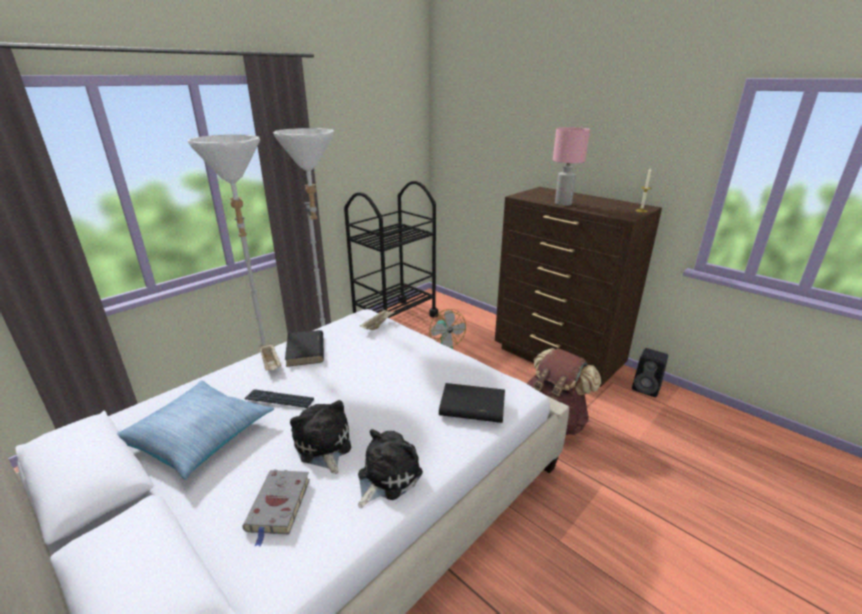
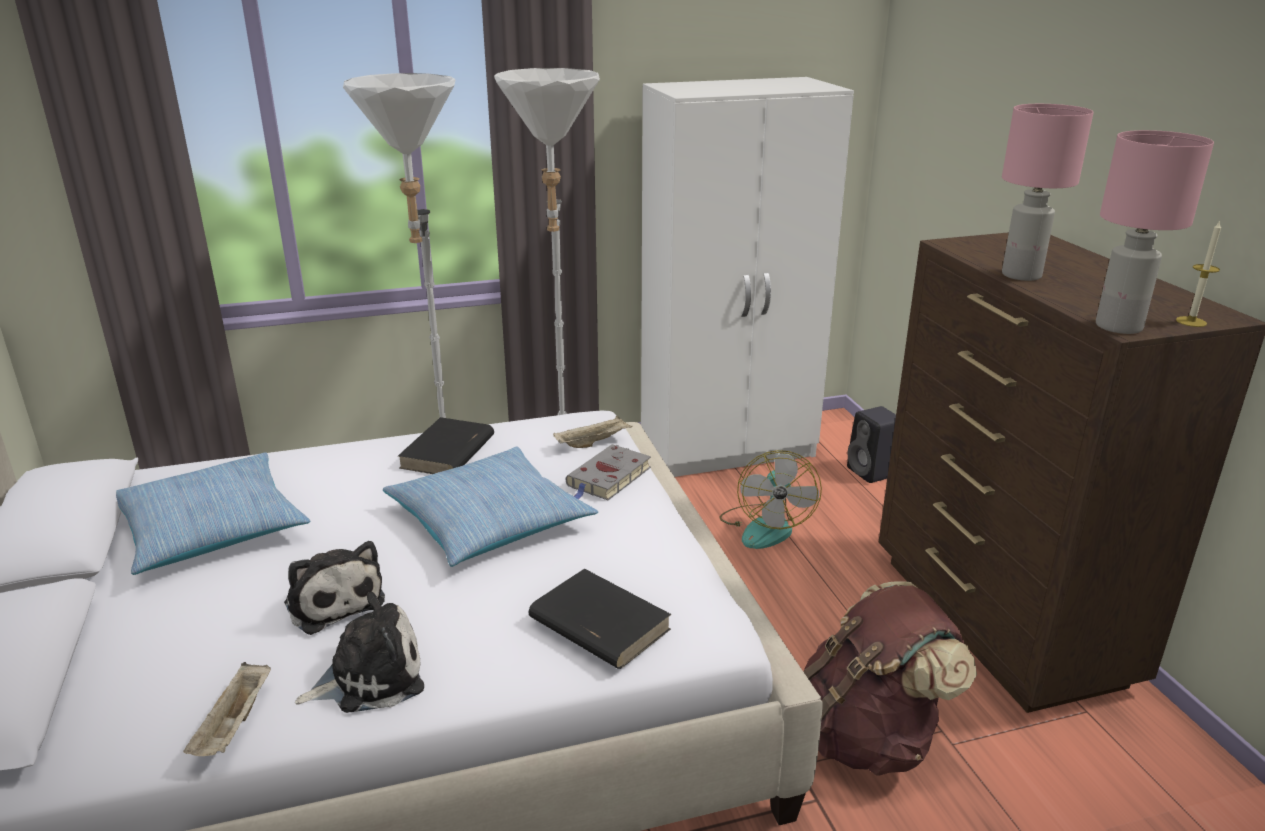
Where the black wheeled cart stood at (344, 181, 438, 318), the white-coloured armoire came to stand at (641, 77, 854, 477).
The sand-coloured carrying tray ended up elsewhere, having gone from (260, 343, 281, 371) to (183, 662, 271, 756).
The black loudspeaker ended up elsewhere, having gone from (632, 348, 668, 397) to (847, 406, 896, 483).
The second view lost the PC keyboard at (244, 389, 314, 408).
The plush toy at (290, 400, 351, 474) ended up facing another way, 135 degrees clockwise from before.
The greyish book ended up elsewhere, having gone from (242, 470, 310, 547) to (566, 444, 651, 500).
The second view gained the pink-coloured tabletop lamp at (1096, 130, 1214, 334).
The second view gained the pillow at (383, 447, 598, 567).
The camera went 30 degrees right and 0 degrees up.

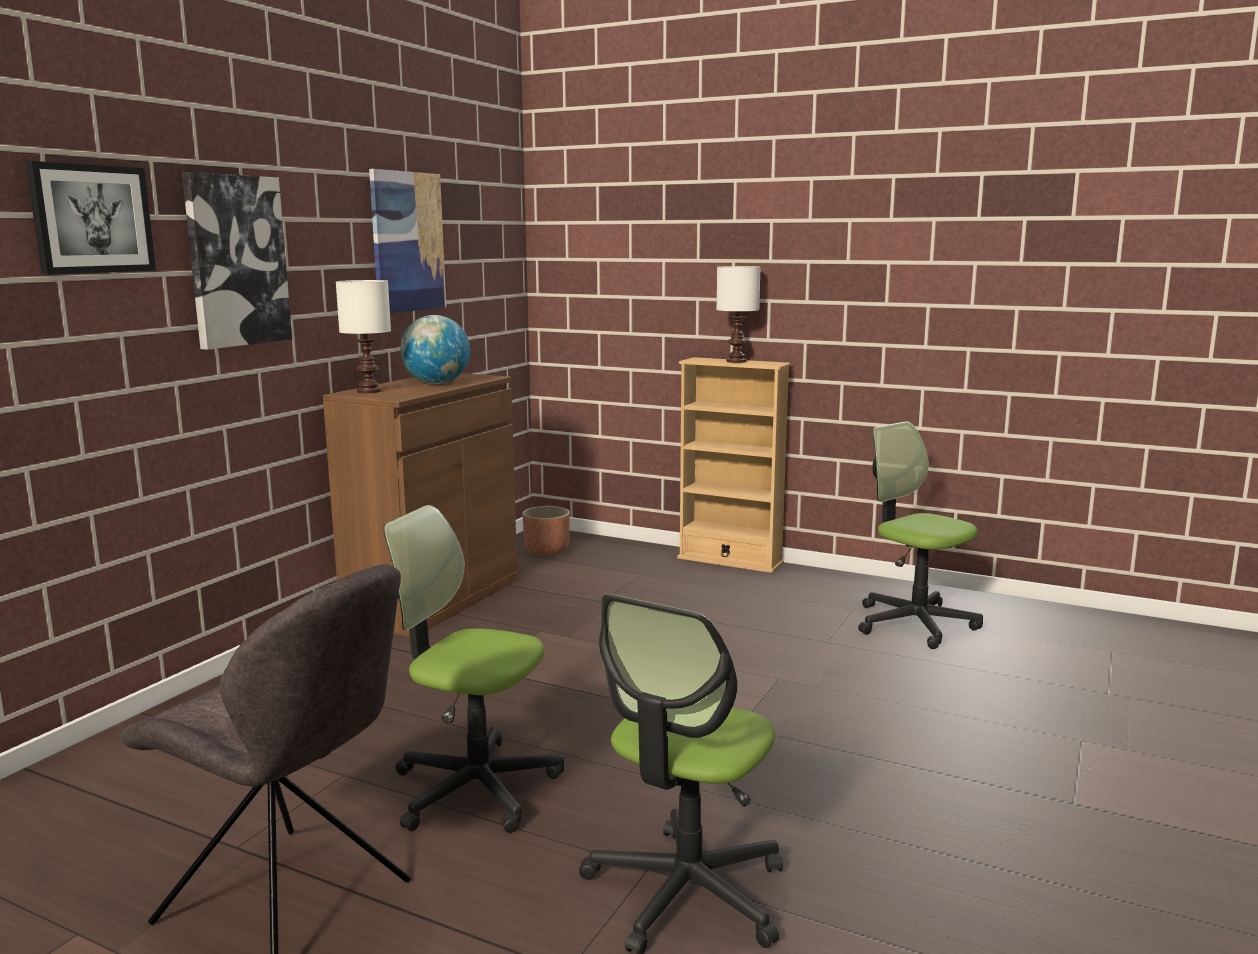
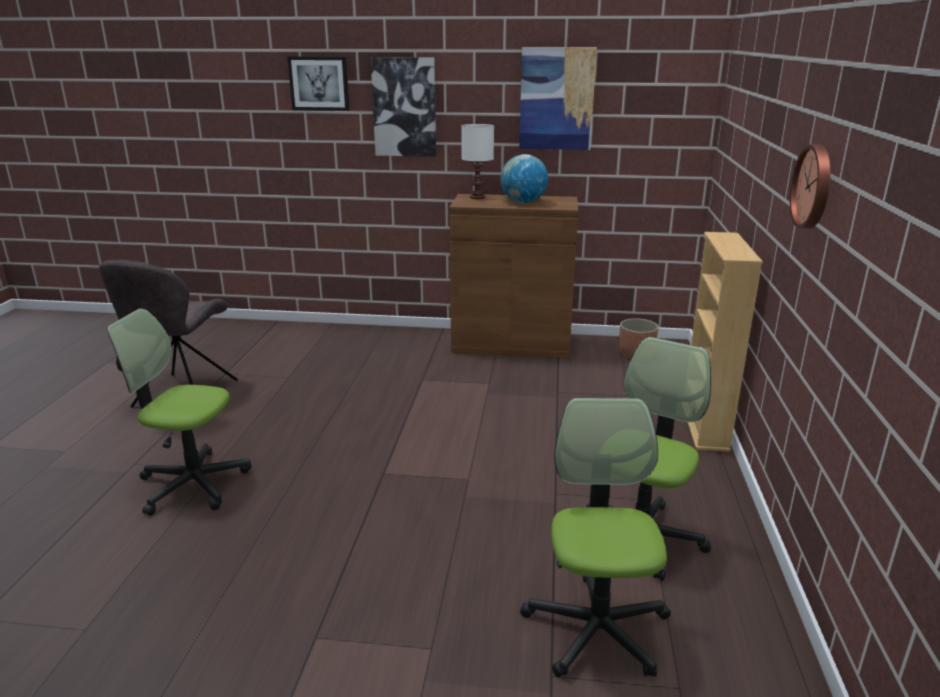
The second view lost the white-coloured tabletop lamp at (716, 266, 760, 363).
The computer chair ended up elsewhere, having gone from (383, 505, 564, 833) to (520, 398, 671, 678).
The second view gained the clock on the wall at (790, 144, 831, 229).
The camera went 70 degrees right and 10 degrees up.

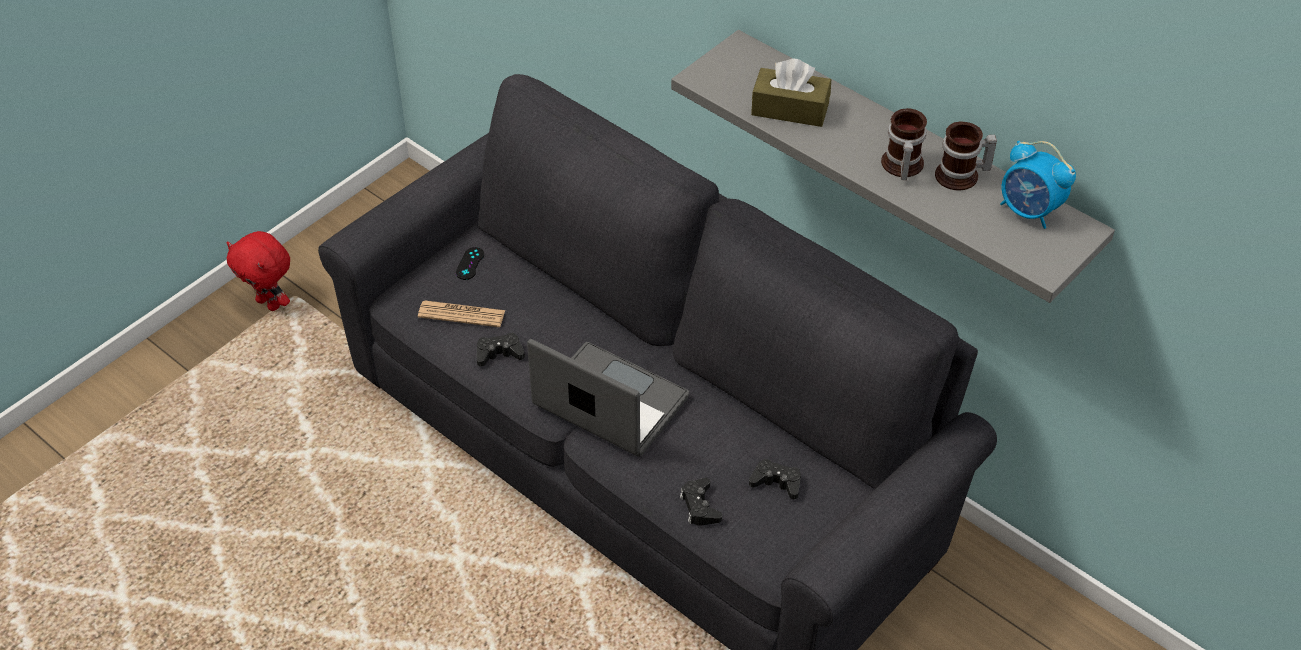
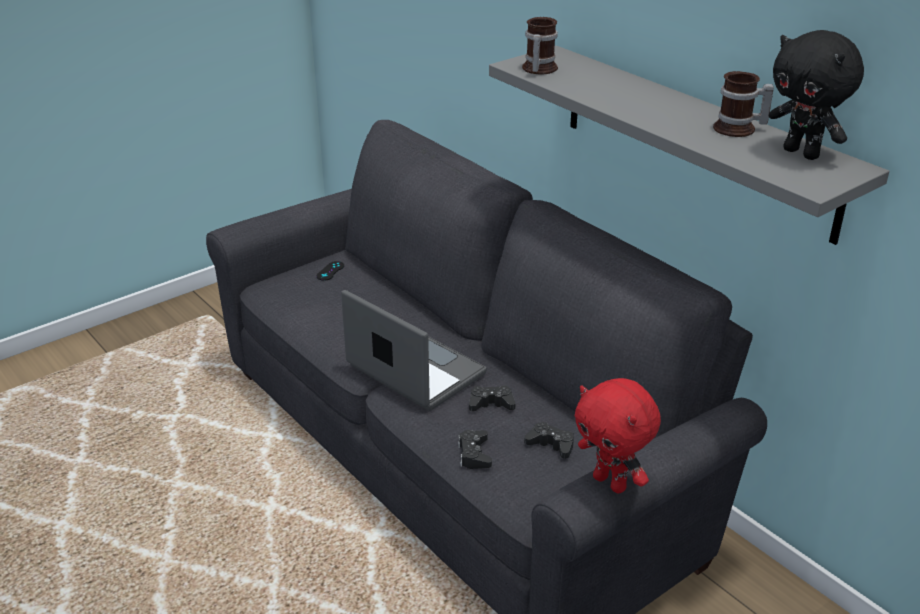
The second view lost the brown tissue box at (751, 59, 831, 127).
The tea mug ended up elsewhere, having gone from (881, 108, 927, 180) to (522, 17, 558, 74).
Where the bedside clock stood at (1000, 141, 1076, 229), the black plush toy came to stand at (769, 30, 864, 160).
The red-coloured plush toy ended up elsewhere, having gone from (226, 231, 290, 311) to (575, 378, 661, 494).
The second view lost the printed paper at (418, 300, 505, 327).
The black game controller ended up elsewhere, having gone from (477, 333, 525, 366) to (469, 386, 516, 411).
The camera went 10 degrees right and 15 degrees down.

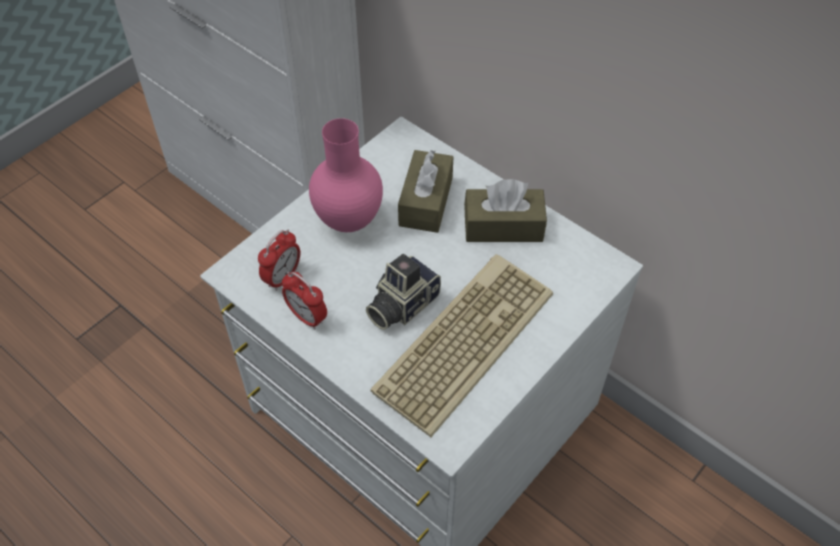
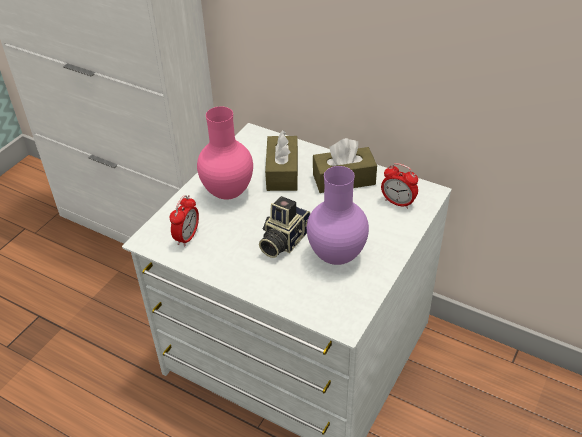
Where the PC keyboard stood at (370, 254, 553, 437), the purple-coloured flower vase came to stand at (307, 166, 369, 265).
The bedside clock ended up elsewhere, having gone from (282, 272, 327, 329) to (381, 163, 418, 209).
The camera went 10 degrees left and 10 degrees down.

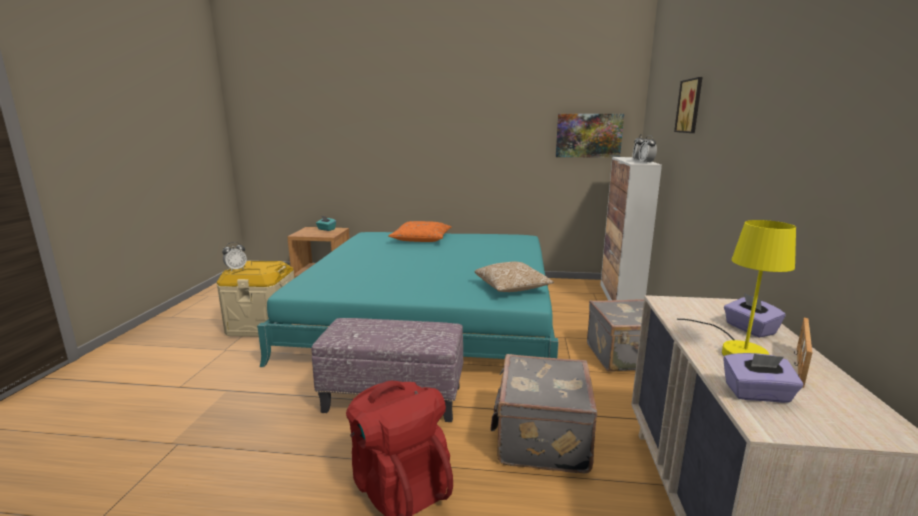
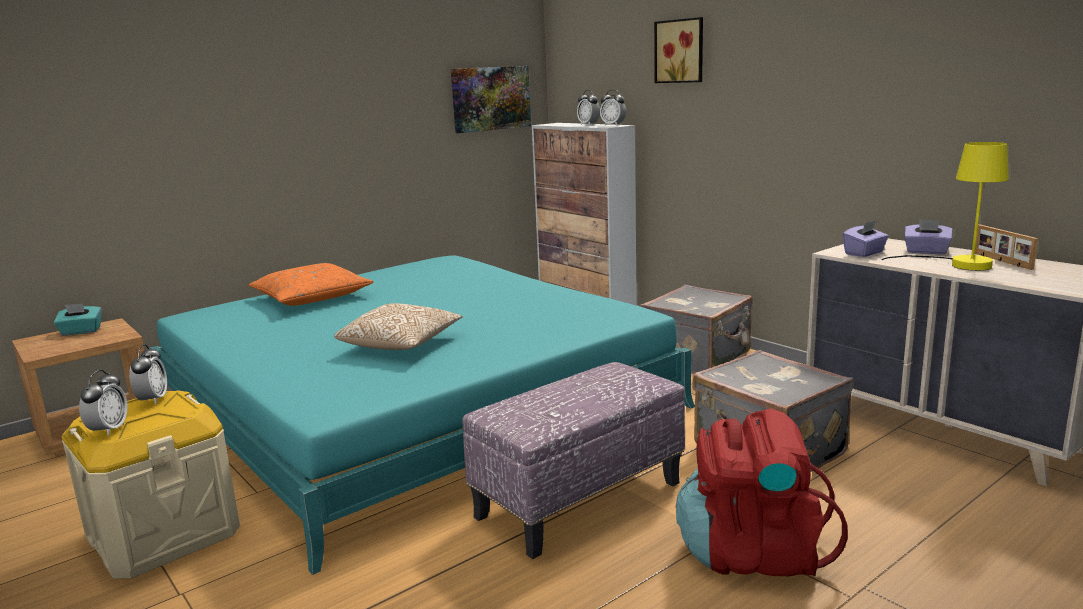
The pillow ended up elsewhere, having gone from (475, 262, 554, 292) to (334, 303, 462, 350).
The purple-coloured tissue box ended up elsewhere, having gone from (723, 353, 804, 403) to (843, 220, 889, 257).
The second view gained the bedside clock at (129, 344, 167, 404).
The camera went 45 degrees left and 0 degrees up.

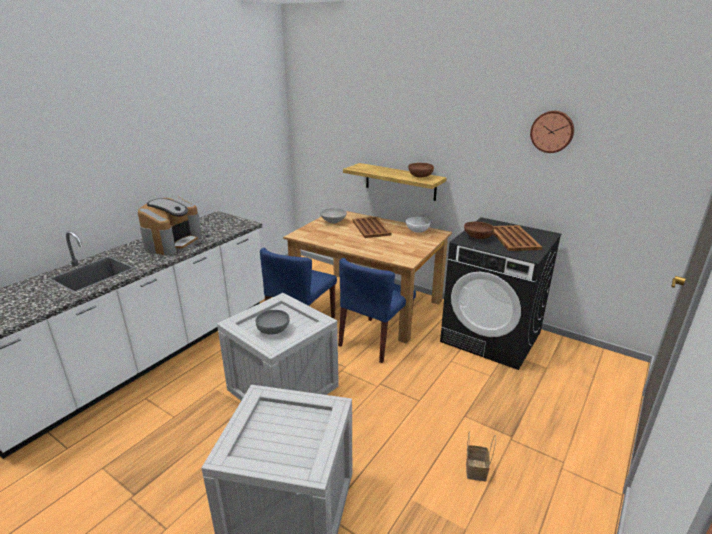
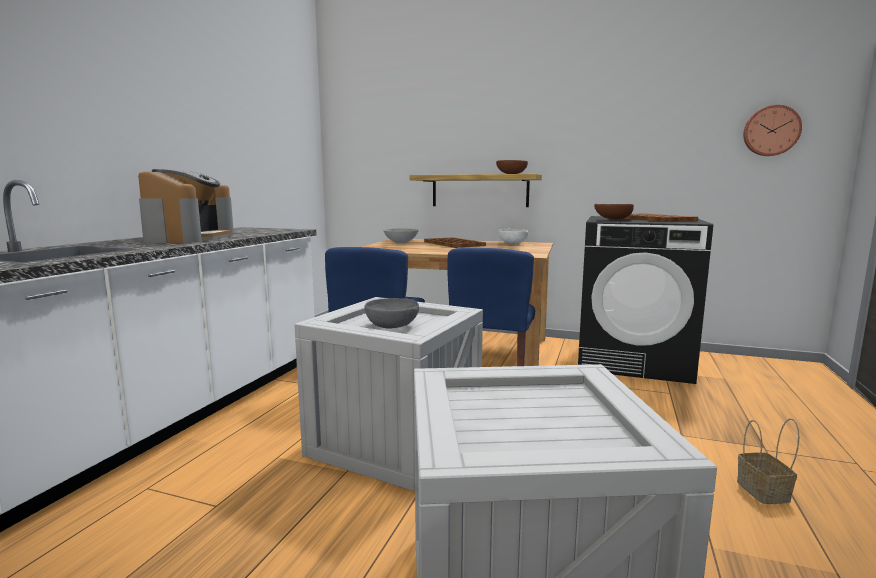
The clock on the wall ended up elsewhere, having gone from (530, 111, 574, 153) to (743, 105, 802, 156).
The camera went 15 degrees left and 15 degrees down.

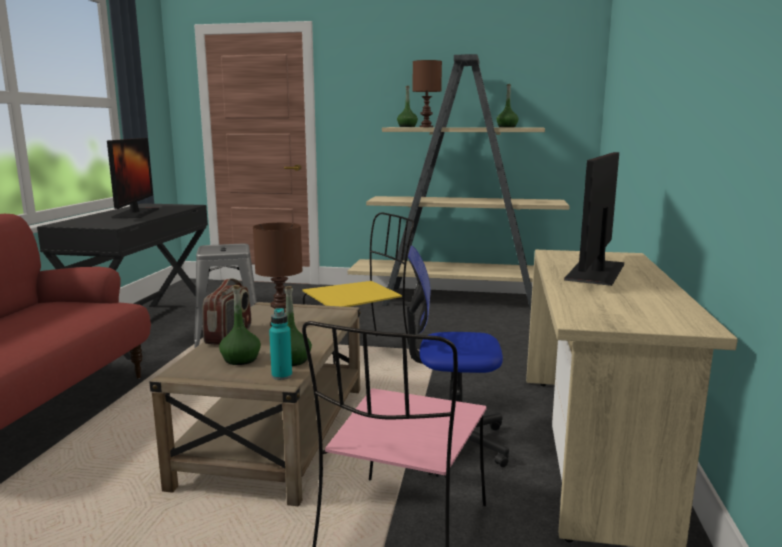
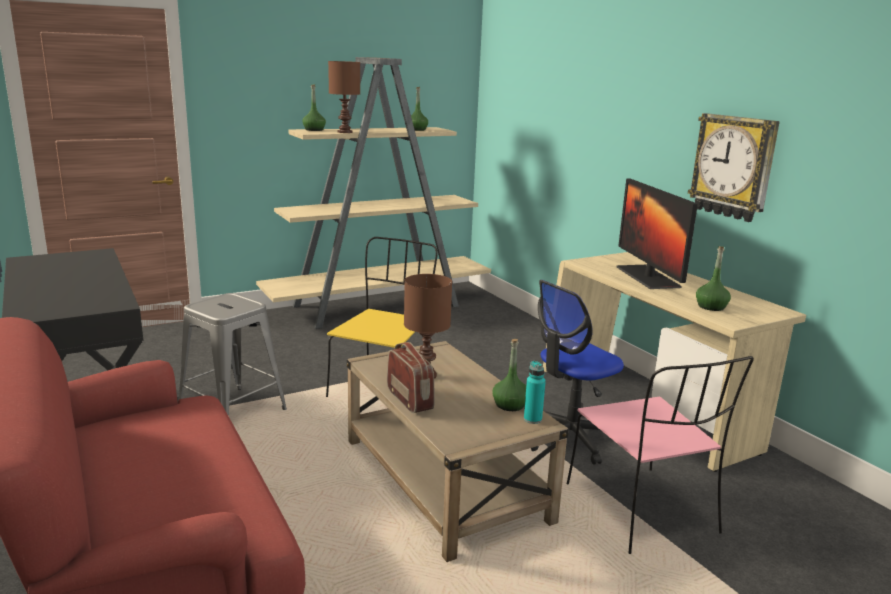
The second view lost the computer display at (107, 138, 159, 218).
The greenish bottle ended up elsewhere, having gone from (219, 285, 261, 365) to (696, 246, 731, 311).
The second view gained the clock on the wall at (688, 113, 780, 222).
The camera went 40 degrees left and 5 degrees up.

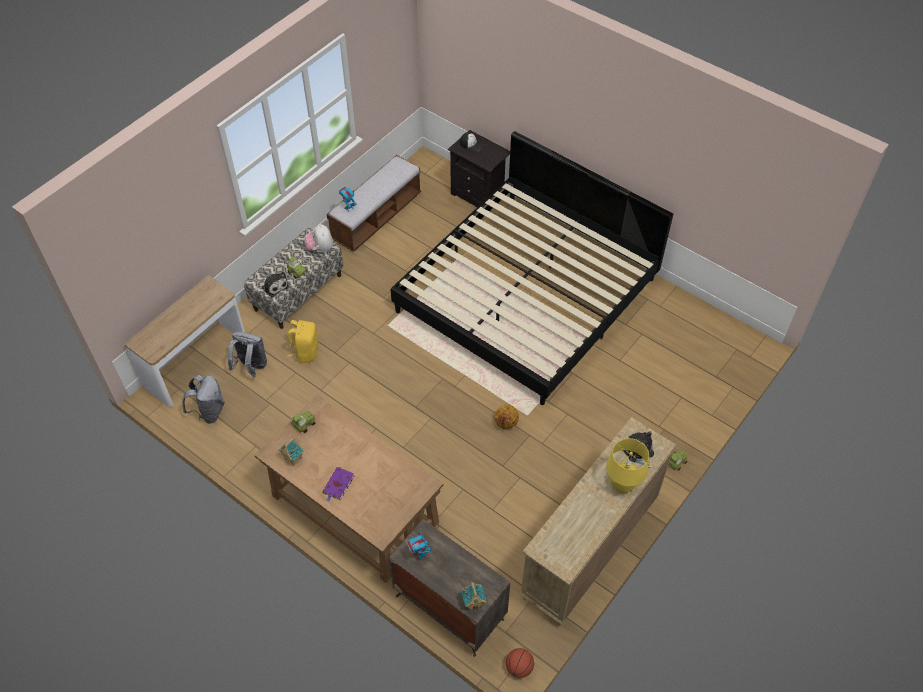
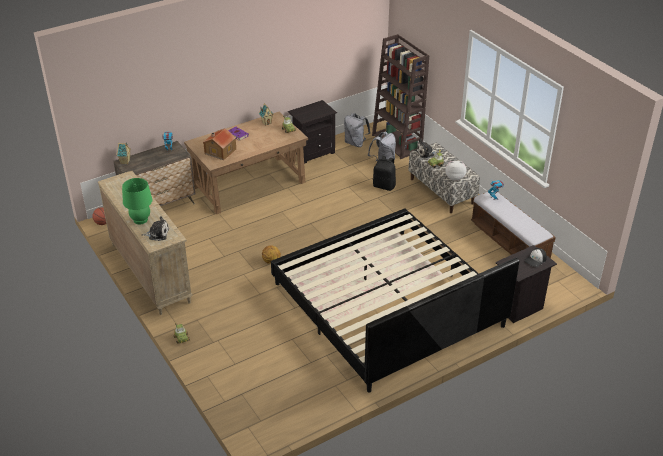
Where the console table stood at (125, 275, 245, 407), the brown bookshelf came to stand at (372, 34, 429, 159).
What was the yellowish rucksack at (288, 320, 319, 363) turned into the black rucksack at (373, 156, 396, 191).
What was the yellowish tabletop lamp at (606, 438, 649, 493) turned into the greenish tabletop lamp at (122, 178, 152, 224).
The second view gained the black night table at (288, 100, 337, 164).
The second view gained the toy house at (203, 128, 236, 160).
The camera went 110 degrees right and 15 degrees down.

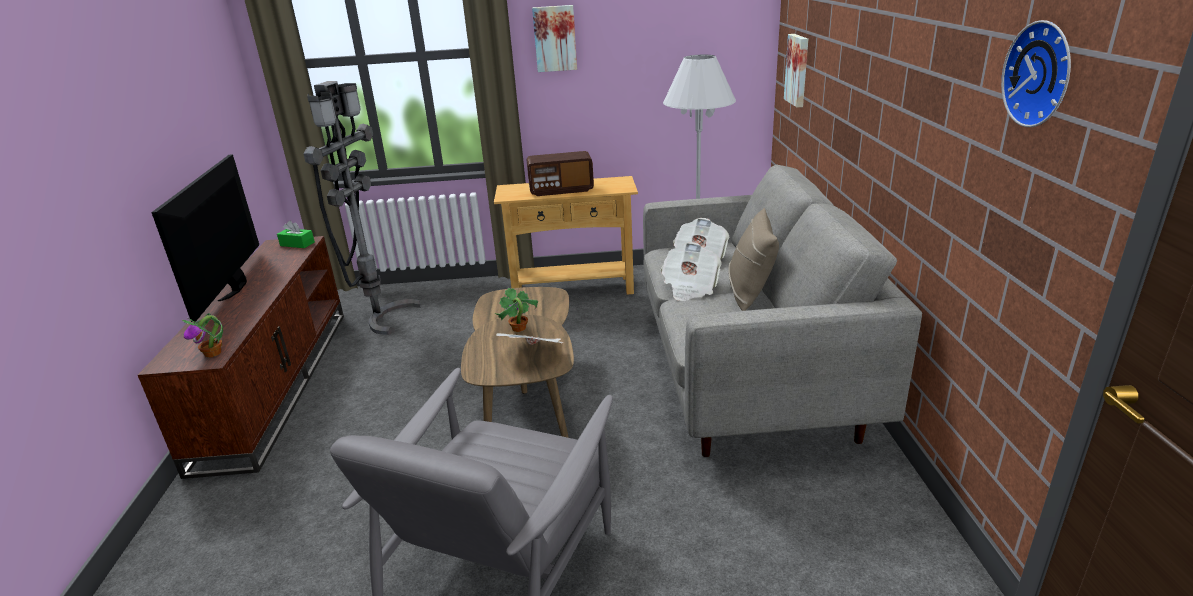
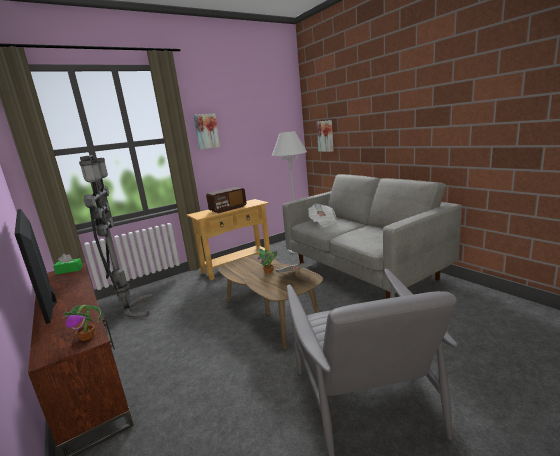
The second view lost the clock on the wall at (1001, 20, 1071, 127).
The second view lost the sand-coloured pillow at (728, 208, 779, 311).
The second view lost the printed paper at (661, 242, 722, 301).
The camera went 30 degrees left and 10 degrees down.

